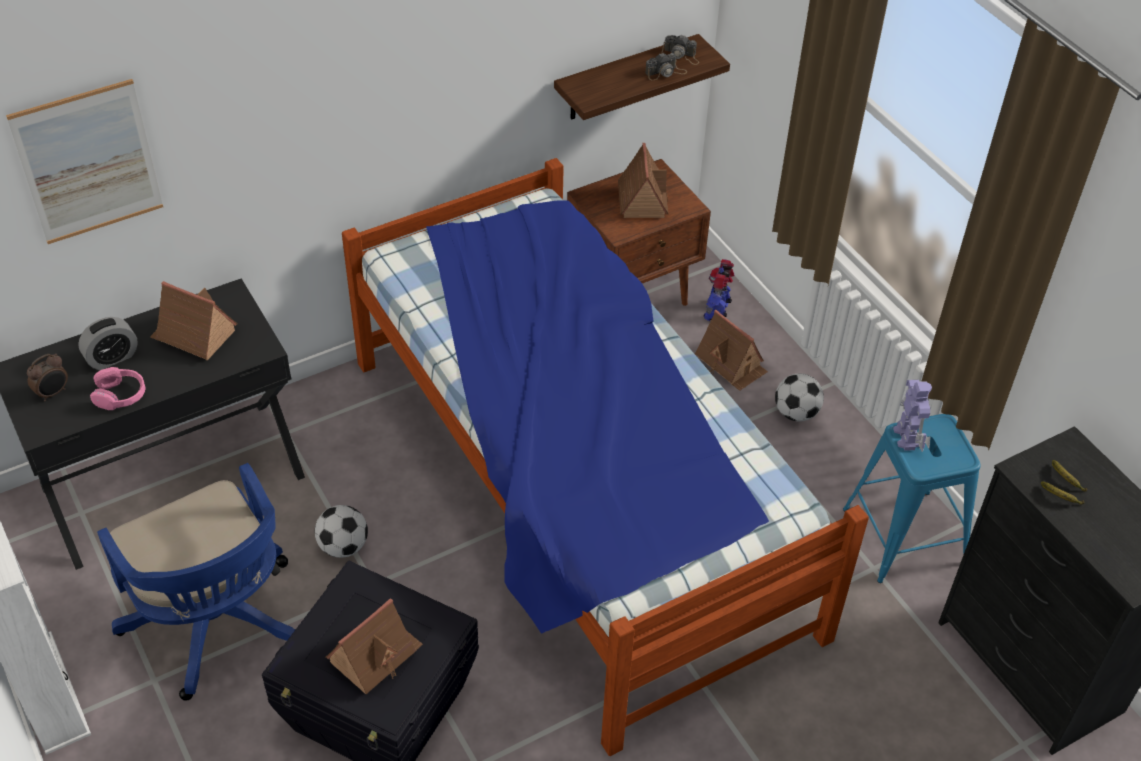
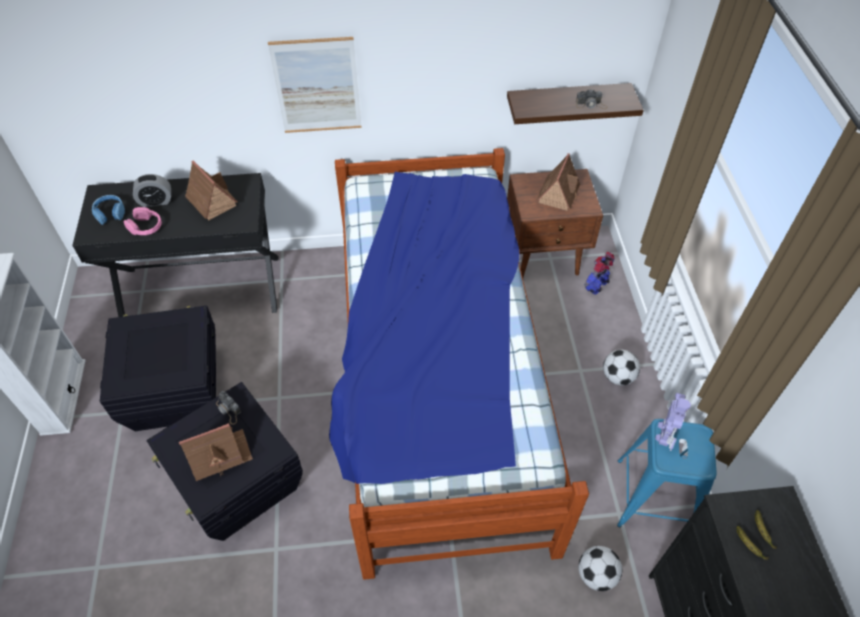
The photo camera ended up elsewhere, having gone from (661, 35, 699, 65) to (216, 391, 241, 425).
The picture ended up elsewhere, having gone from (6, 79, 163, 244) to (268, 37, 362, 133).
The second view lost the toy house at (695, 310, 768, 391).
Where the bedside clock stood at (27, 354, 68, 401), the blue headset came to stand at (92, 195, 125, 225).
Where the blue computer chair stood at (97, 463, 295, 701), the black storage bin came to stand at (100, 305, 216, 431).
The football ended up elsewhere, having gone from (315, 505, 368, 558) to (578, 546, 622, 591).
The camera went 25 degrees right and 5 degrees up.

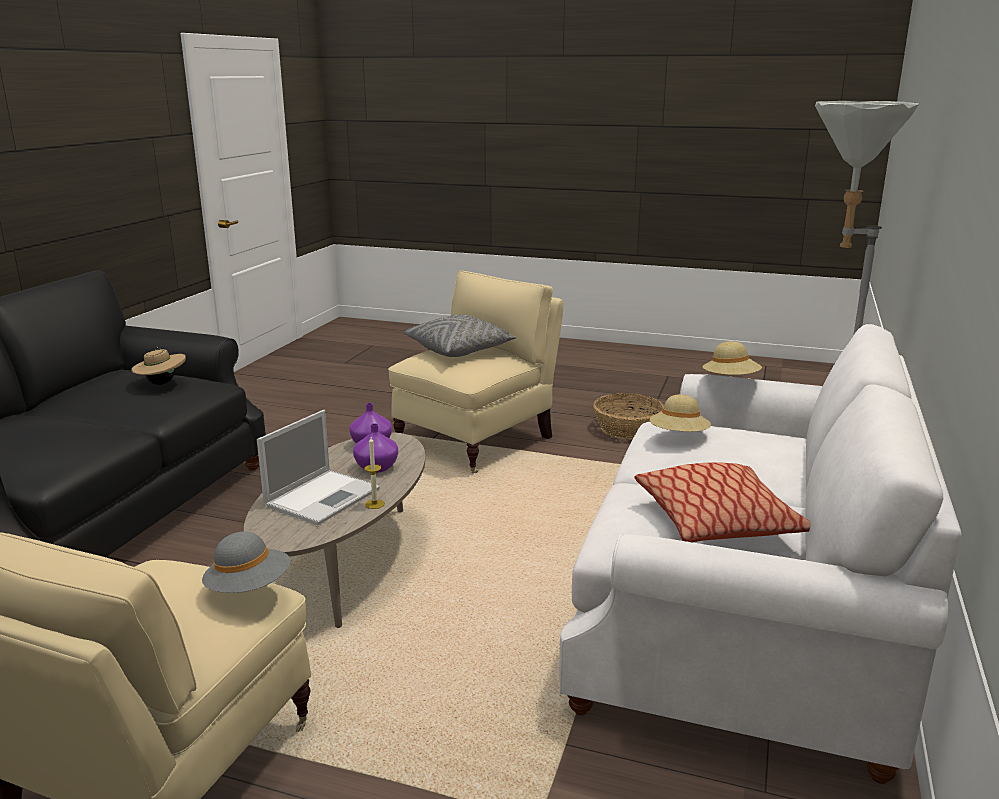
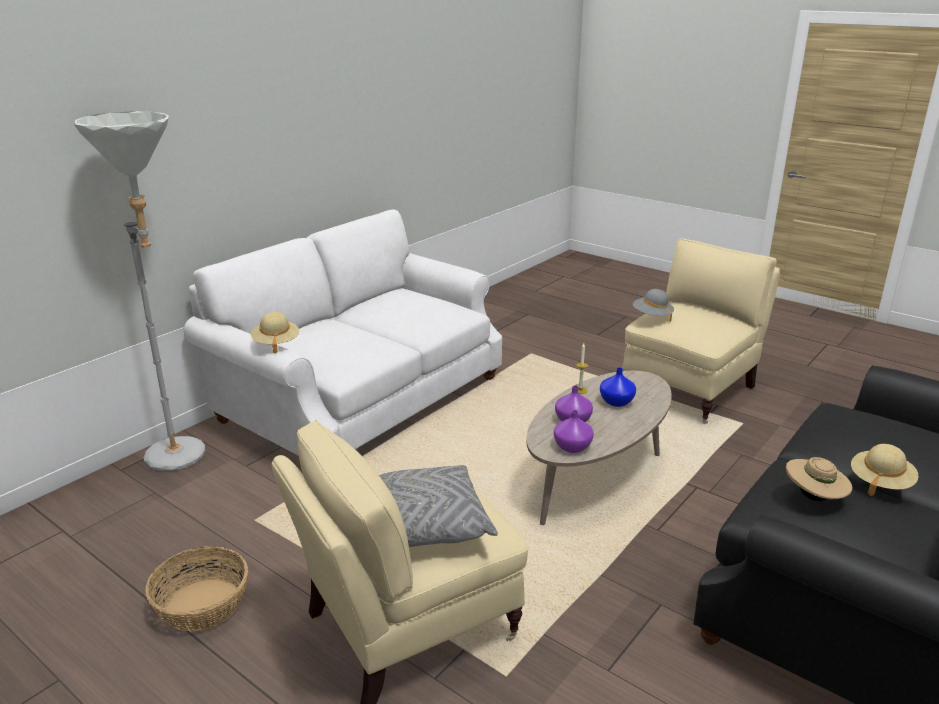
The sand-coloured wearable hat ended up elsewhere, having gone from (650, 394, 711, 432) to (851, 444, 919, 496).
Where the notebook computer stood at (257, 410, 380, 525), the blue flower vase came to stand at (600, 368, 636, 407).
The second view lost the pillow at (635, 462, 810, 542).
The camera went 160 degrees left and 5 degrees up.

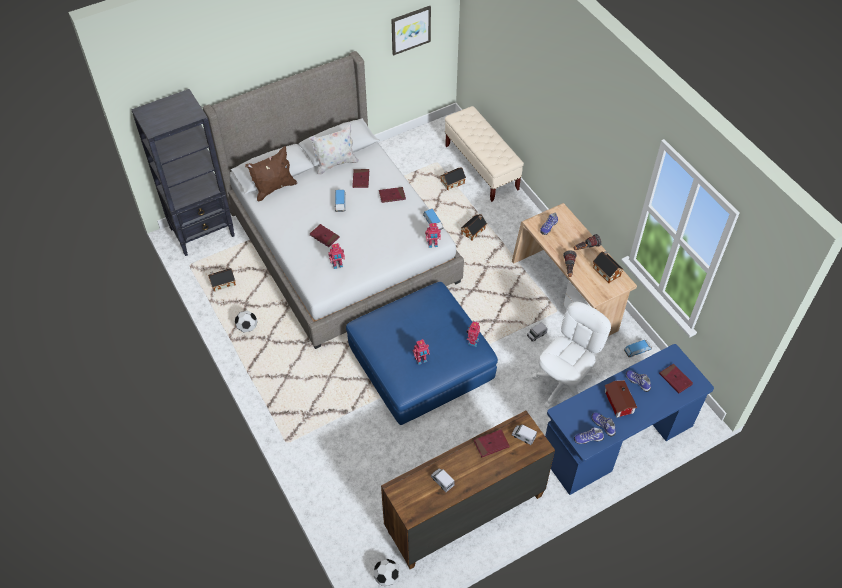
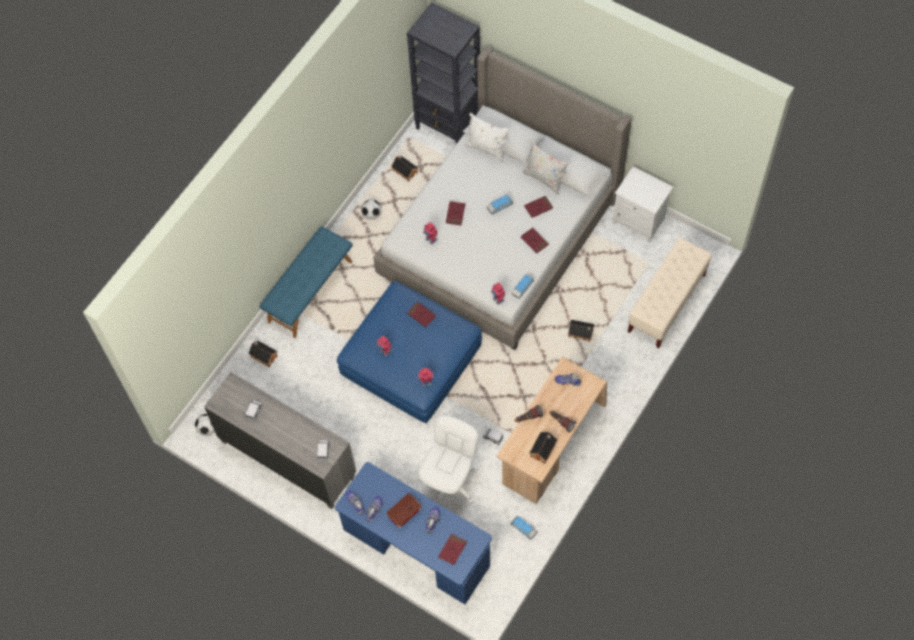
The second view lost the picture at (391, 6, 431, 56).
What was the brown pillow at (245, 146, 297, 202) turned into the white-coloured pillow at (464, 113, 510, 163).
The toy house ended up elsewhere, having gone from (440, 167, 466, 190) to (248, 341, 277, 367).
The white-coloured computer chair at (532, 302, 611, 409) ended up facing another way, 75 degrees counterclockwise from before.
What was the brown dresser at (381, 410, 555, 569) turned into the greyish dresser at (204, 372, 356, 509).
The red-coloured book ended up elsewhere, having gone from (474, 429, 510, 457) to (407, 302, 436, 327).
The second view gained the white-coloured night table at (612, 167, 673, 243).
The second view gained the blue long seat at (259, 226, 353, 338).
The camera went 65 degrees right and 10 degrees up.

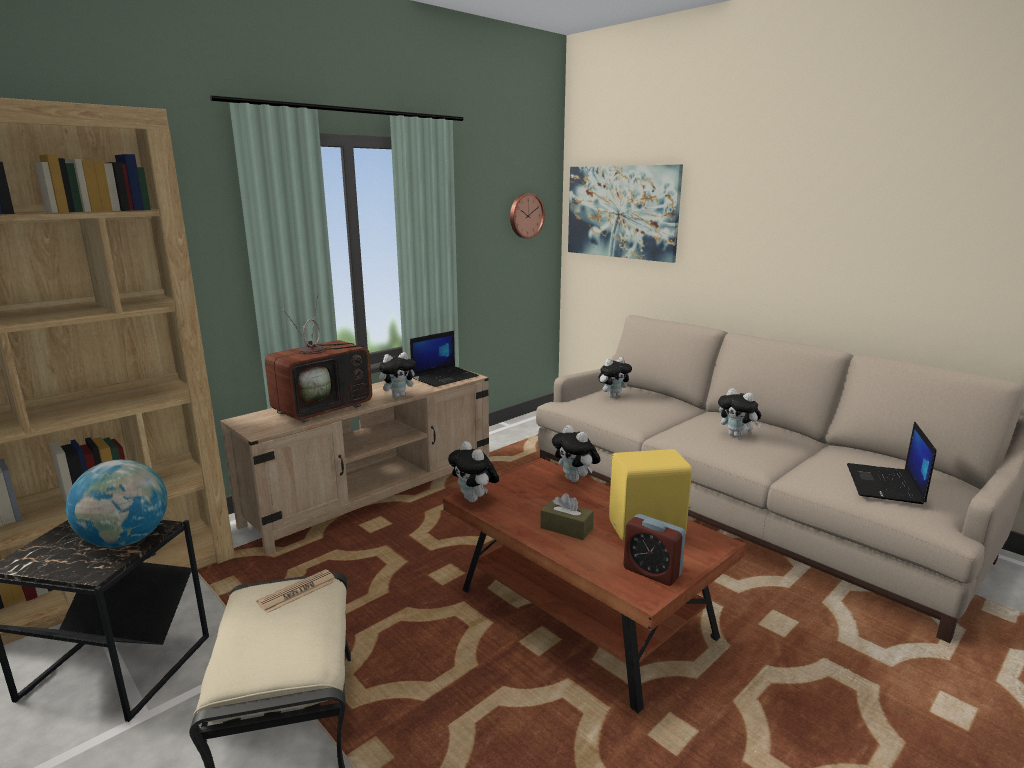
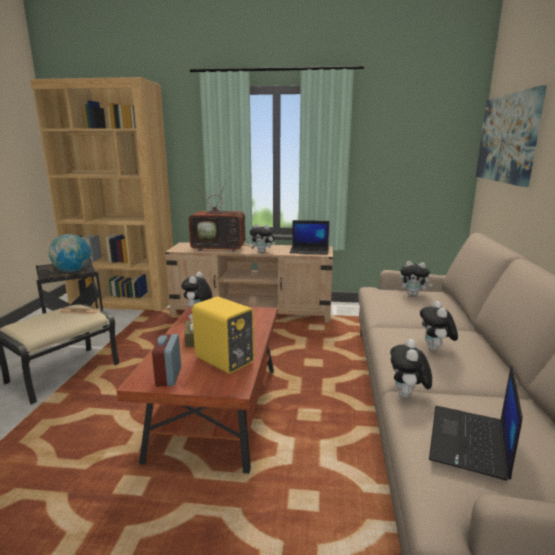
The second view lost the clock on the wall at (510, 193, 545, 239).
The notebook computer at (847, 421, 937, 504) ended up facing another way, 45 degrees counterclockwise from before.
The plush toy ended up elsewhere, having gone from (552, 425, 601, 482) to (390, 339, 432, 398).
The camera went 50 degrees right and 0 degrees up.

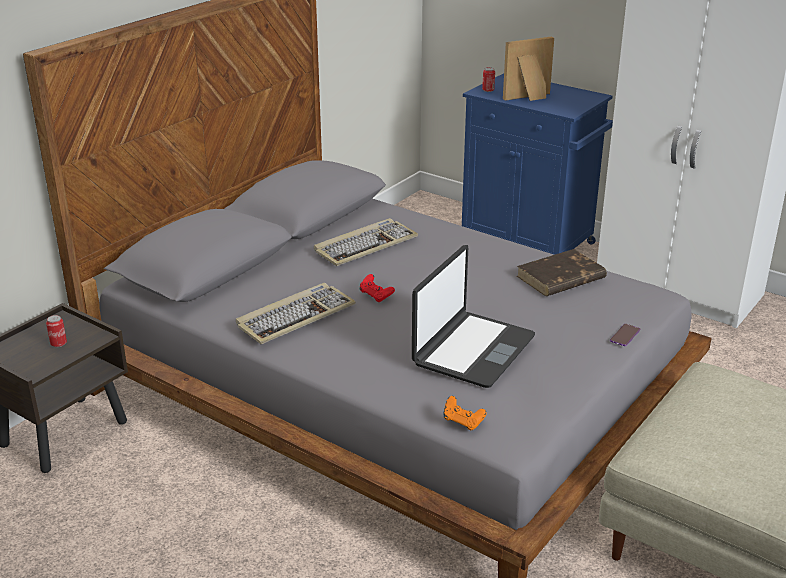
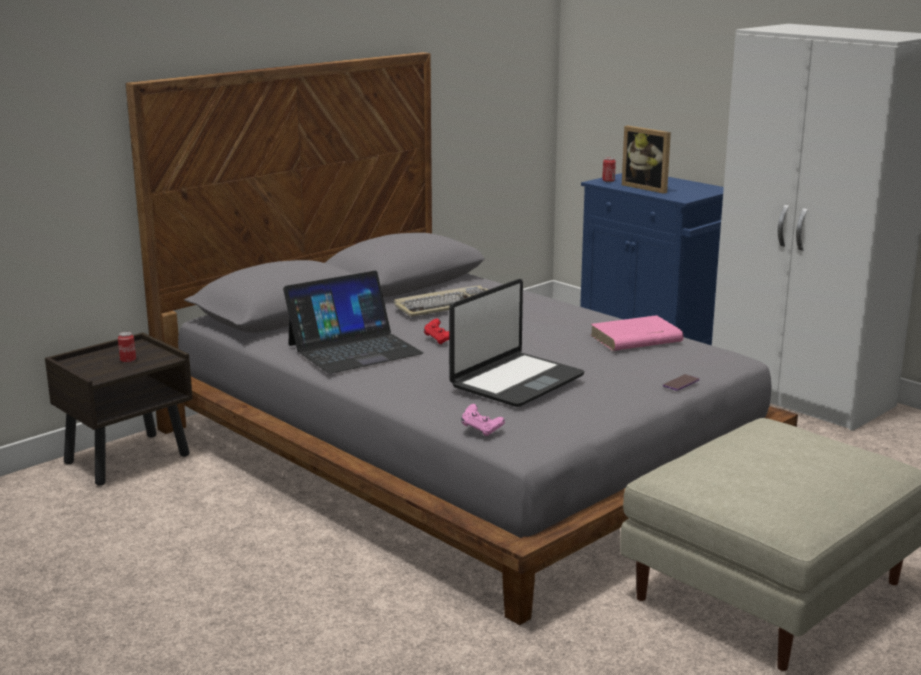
The picture frame at (503, 36, 554, 101) ended up facing another way, 120 degrees counterclockwise from before.
What was the brown book at (517, 249, 607, 296) turned into the pink-coloured book at (590, 315, 684, 351).
Where the PC keyboard stood at (236, 283, 356, 344), the notebook computer came to stand at (283, 271, 424, 374).
What was the orange game controller at (443, 396, 487, 430) turned into the pink-coloured game controller at (461, 404, 505, 436).
The camera went 10 degrees right and 10 degrees down.

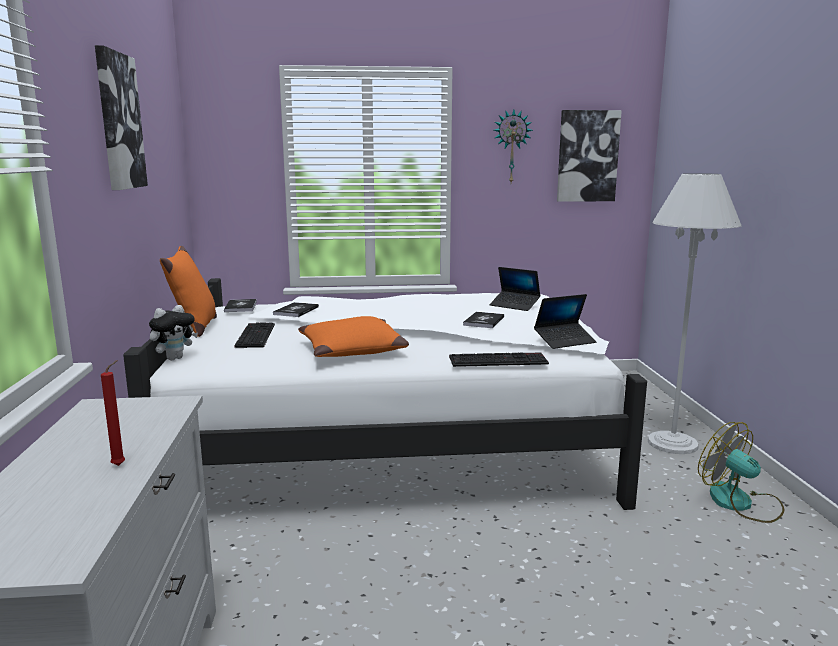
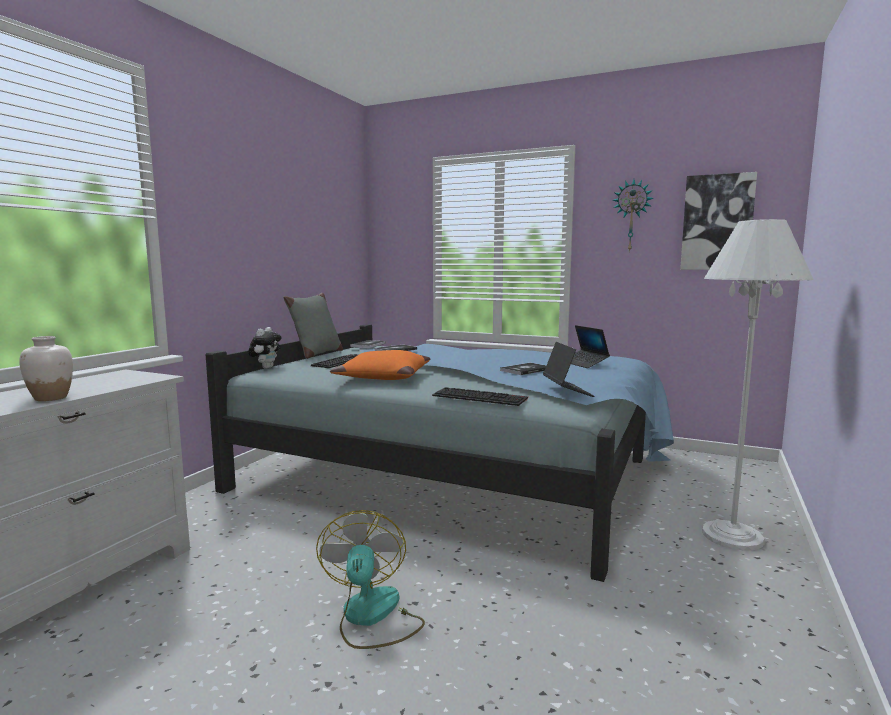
The second view lost the picture at (95, 45, 148, 190).
What was the orange pillow at (160, 246, 217, 337) turned into the greyish pillow at (283, 293, 343, 359).
What was the white-coloured bed at (123, 278, 647, 510) turned into the blue bed at (205, 324, 674, 582).
The notebook computer at (534, 294, 596, 349) ended up facing another way, 105 degrees counterclockwise from before.
The plush toy at (149, 305, 198, 360) ended up facing another way, 60 degrees counterclockwise from before.
Where the red-coloured candle stood at (101, 360, 125, 466), the white-coloured flower vase came to stand at (19, 336, 73, 401).
The cooling fan ended up elsewhere, having gone from (698, 422, 784, 523) to (316, 510, 425, 649).
The camera went 30 degrees right and 5 degrees down.

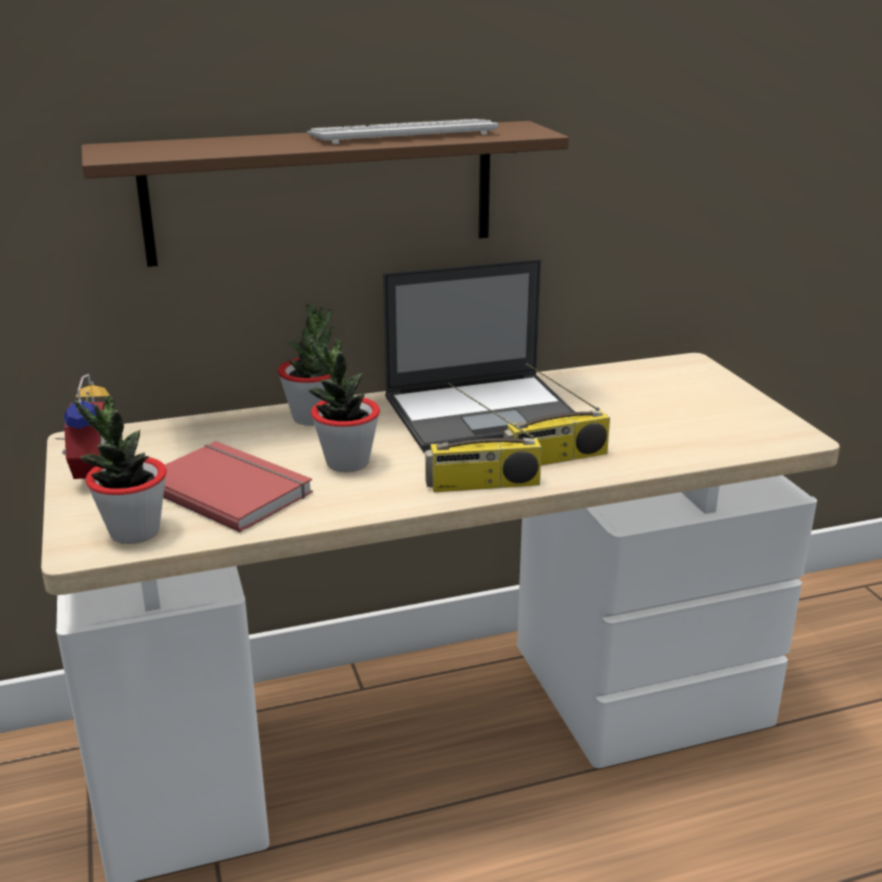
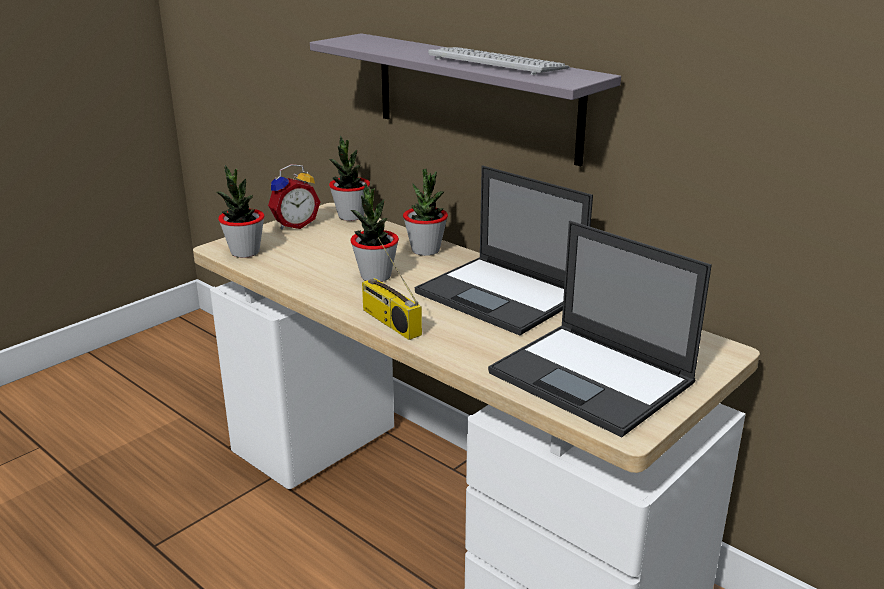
What was the brown shelf at (81, 121, 569, 267) turned into the greyish shelf at (310, 33, 621, 166).
The second view lost the radio set at (504, 363, 610, 465).
The second view lost the red-coloured book at (163, 441, 313, 532).
The second view gained the houseplant at (329, 136, 370, 221).
The second view gained the notebook computer at (488, 221, 712, 437).
The camera went 60 degrees right and 0 degrees up.

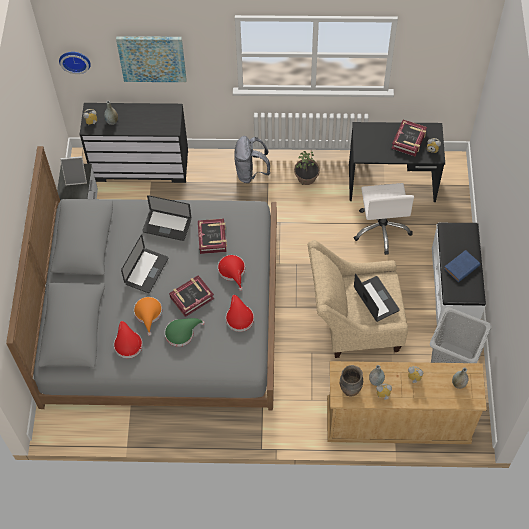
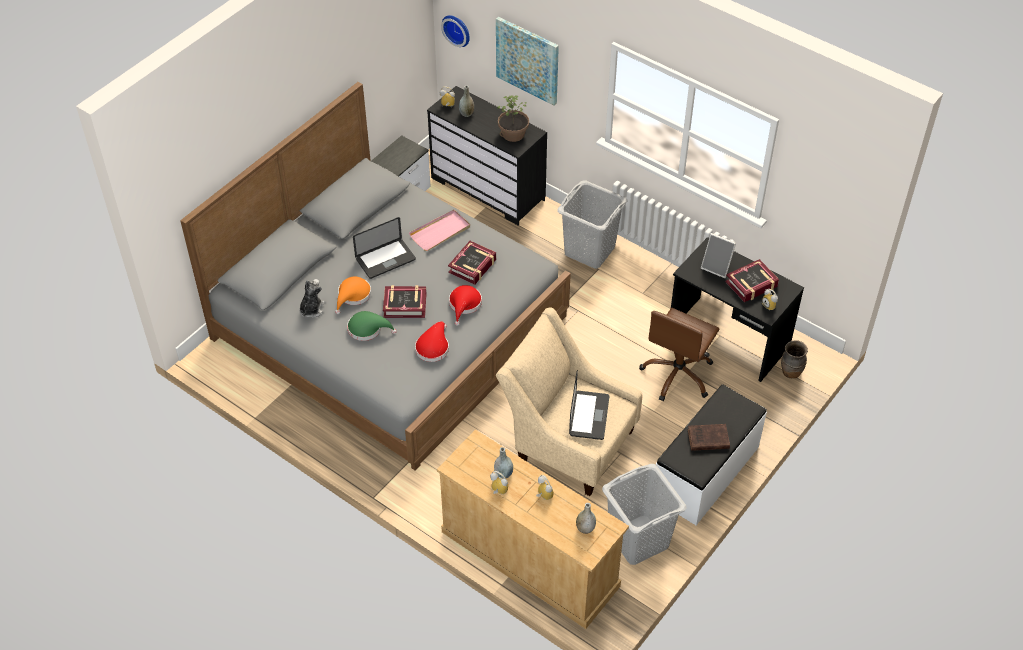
Where the greyish rucksack stood at (234, 136, 270, 183), the greyish hamper came to stand at (557, 180, 627, 269).
The houseplant ended up elsewhere, having gone from (294, 151, 320, 185) to (497, 95, 529, 142).
The picture frame ended up elsewhere, having gone from (60, 156, 87, 185) to (701, 233, 736, 278).
What was the white-coloured computer chair at (354, 183, 414, 255) turned into the brown computer chair at (639, 308, 719, 401).
Where the notebook computer stood at (142, 195, 191, 241), the pink-coloured carrying tray came to stand at (409, 210, 470, 251).
What was the blue book at (444, 250, 480, 282) turned into the brown book at (688, 424, 730, 451).
Where the red-coloured wearable hat stood at (114, 321, 143, 358), the plush toy came to stand at (299, 279, 325, 318).
The brown flower vase ended up elsewhere, having gone from (340, 365, 363, 397) to (781, 340, 808, 378).
The camera went 35 degrees right and 10 degrees down.

